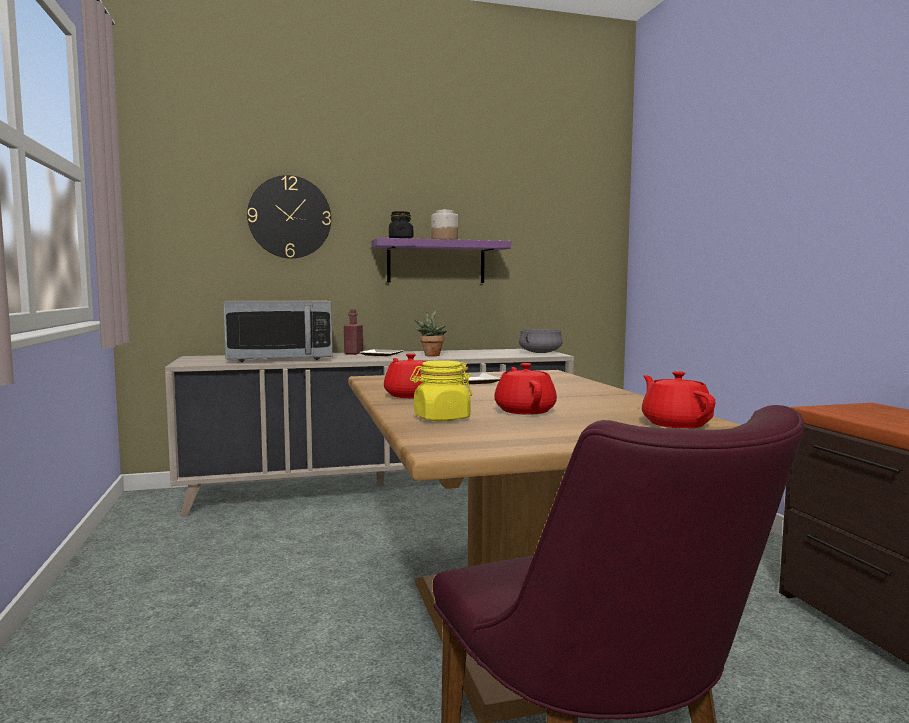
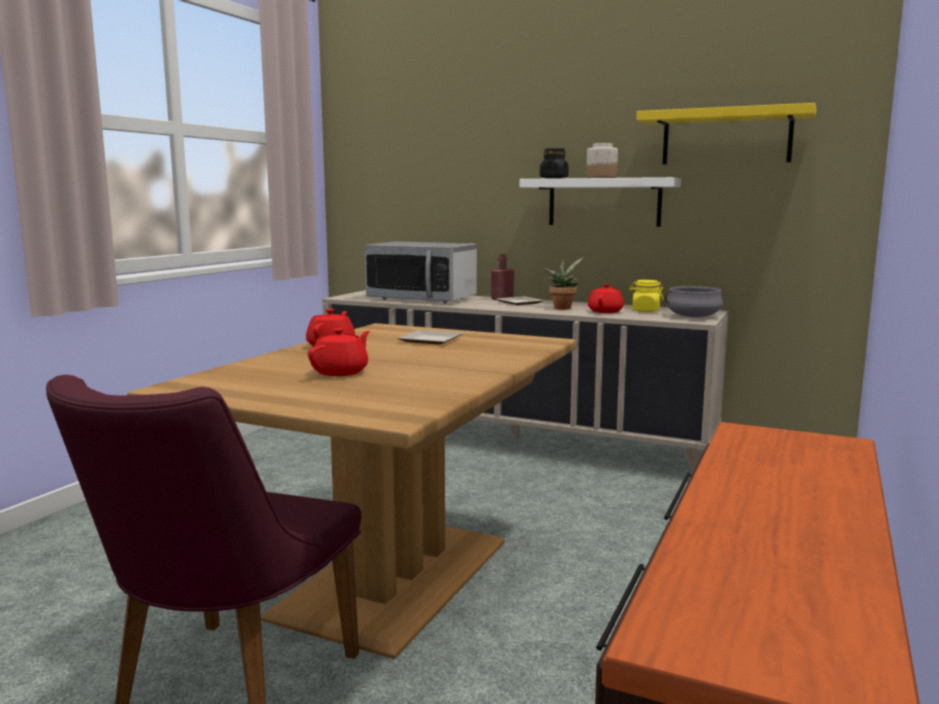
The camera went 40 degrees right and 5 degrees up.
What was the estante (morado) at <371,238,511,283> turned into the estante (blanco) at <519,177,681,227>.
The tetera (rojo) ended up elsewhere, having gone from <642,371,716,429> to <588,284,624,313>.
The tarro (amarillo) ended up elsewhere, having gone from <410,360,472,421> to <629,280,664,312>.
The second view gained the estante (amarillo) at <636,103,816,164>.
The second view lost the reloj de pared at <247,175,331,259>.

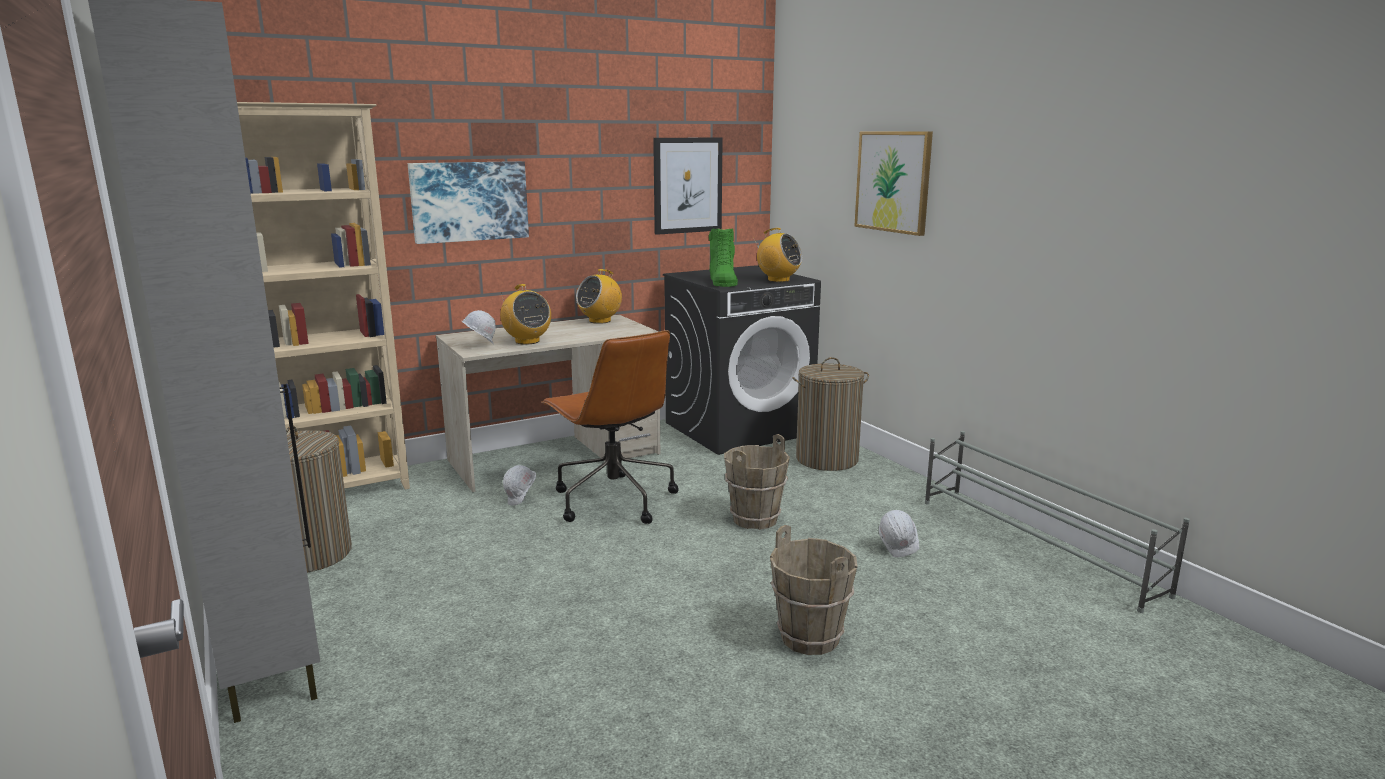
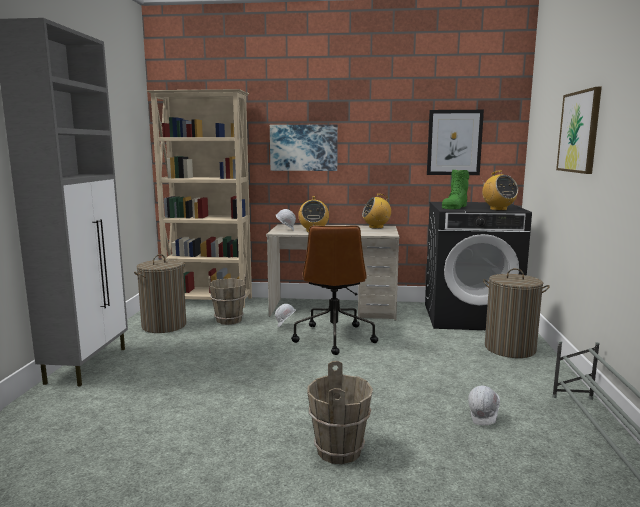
The camera went 35 degrees right and 5 degrees down.
The cubo (marrón) ended up elsewhere, having gone from <724,434,790,530> to <208,274,246,325>.

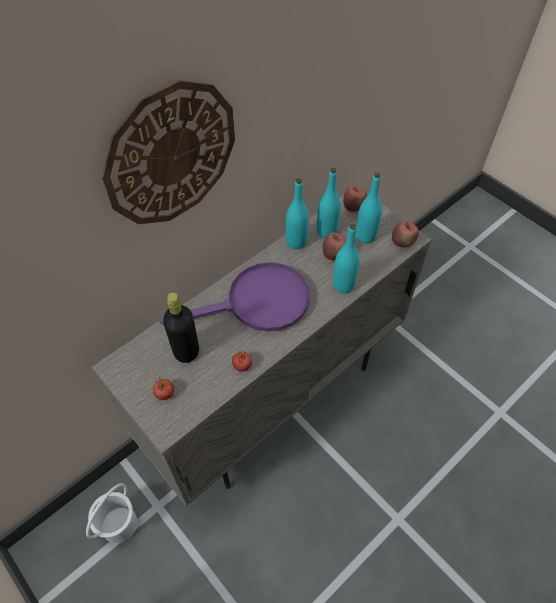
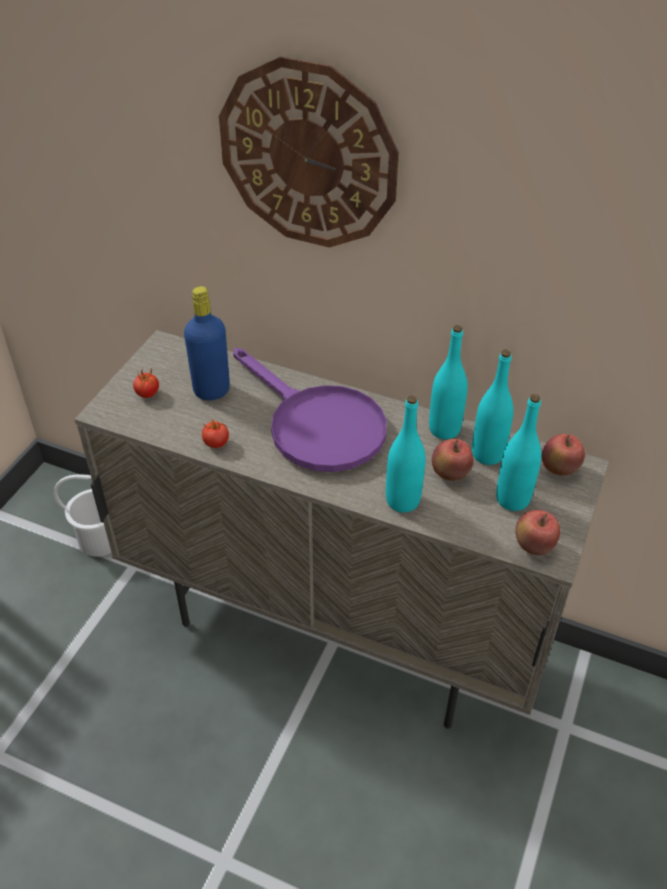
The camera went 65 degrees right and 10 degrees down.
What was the botella (negro) at <163,292,199,363> turned into the botella (azul) at <184,286,230,400>.

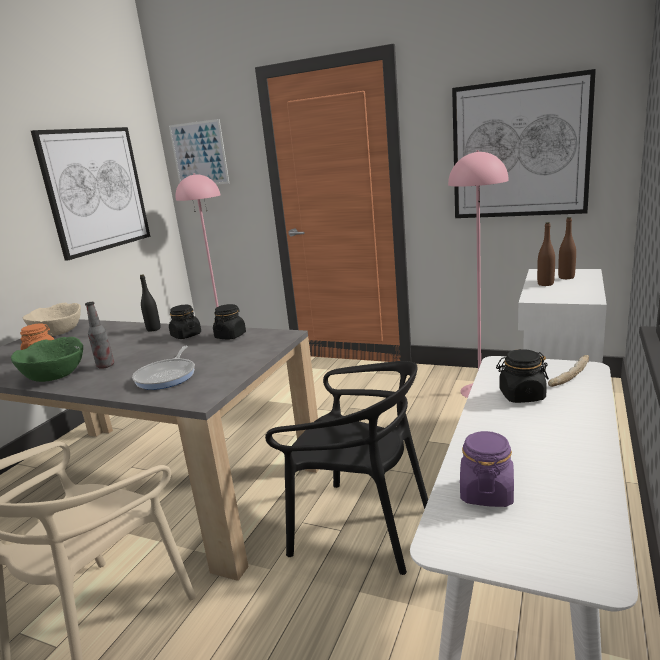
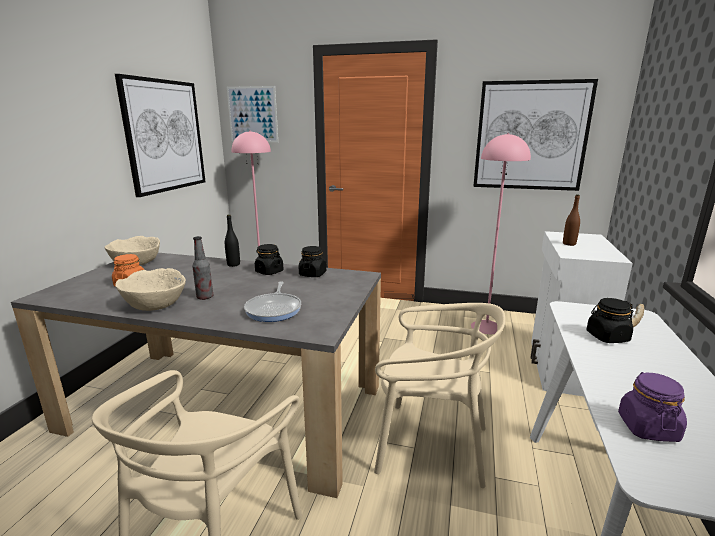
The camera went 10 degrees left and 0 degrees up.
What was the cuenco (verde) at <11,337,83,382> turned into the cuenco (beis) at <115,268,186,311>.
What was the silla (negro) at <265,361,428,575> turned into the silla (beis) at <374,303,505,488>.
The second view lost the botella (marrón) at <558,217,576,279>.

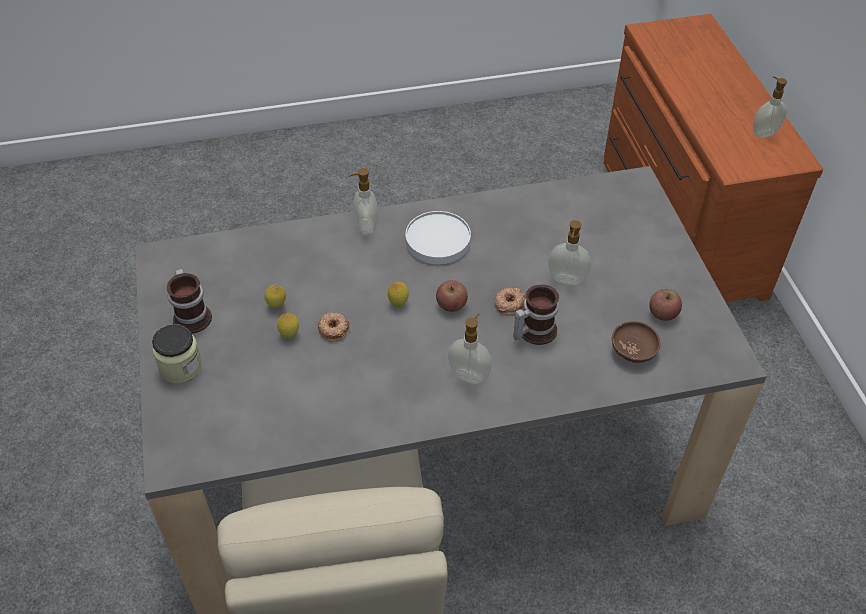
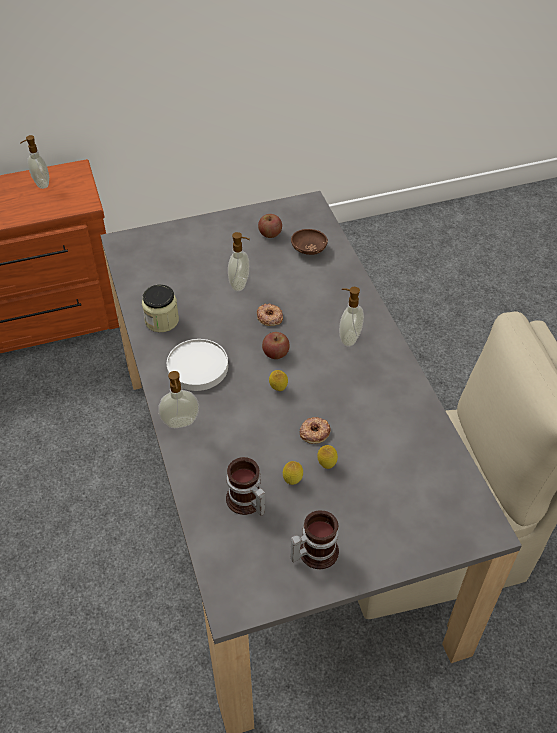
The camera went 95 degrees left and 0 degrees up.
The tarro ended up elsewhere, having gone from <152,324,202,383> to <142,284,179,332>.
The taza grande ended up elsewhere, having gone from <513,284,559,345> to <226,457,265,516>.

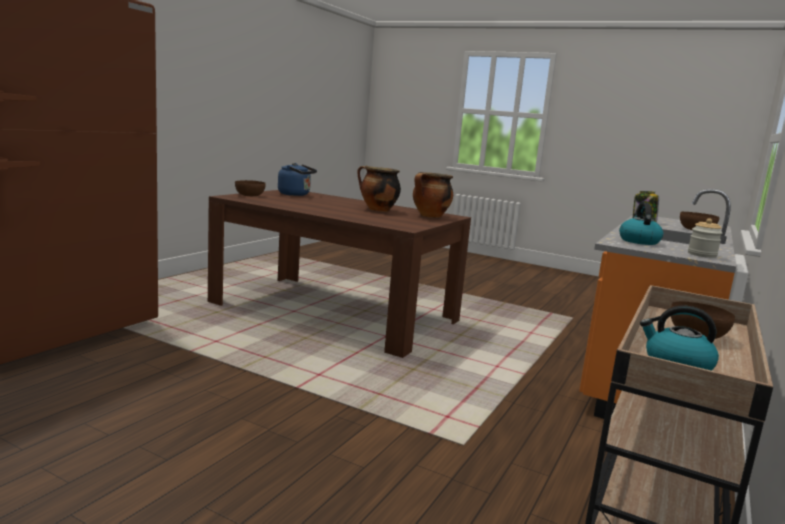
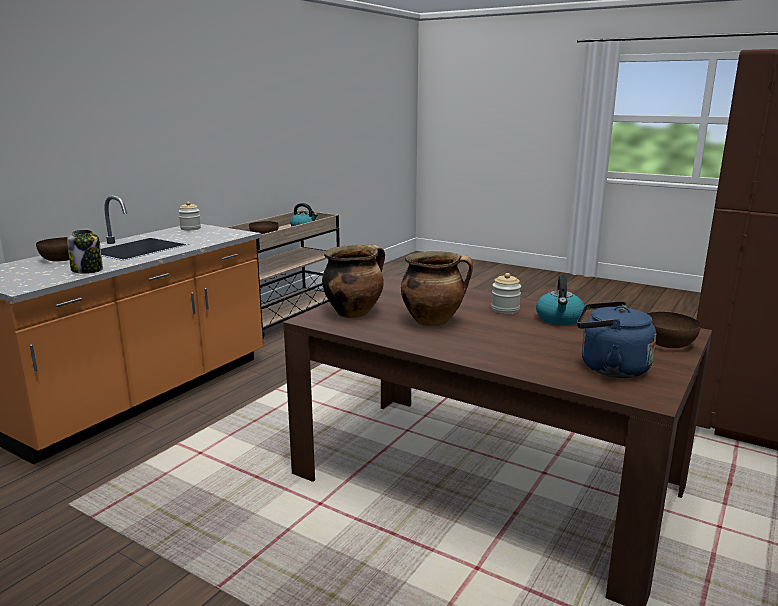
The camera went 175 degrees left and 5 degrees up.
The second view gained the tarro at <491,273,521,314>.
The hervidor ended up elsewhere, having gone from <619,203,663,245> to <536,275,585,325>.

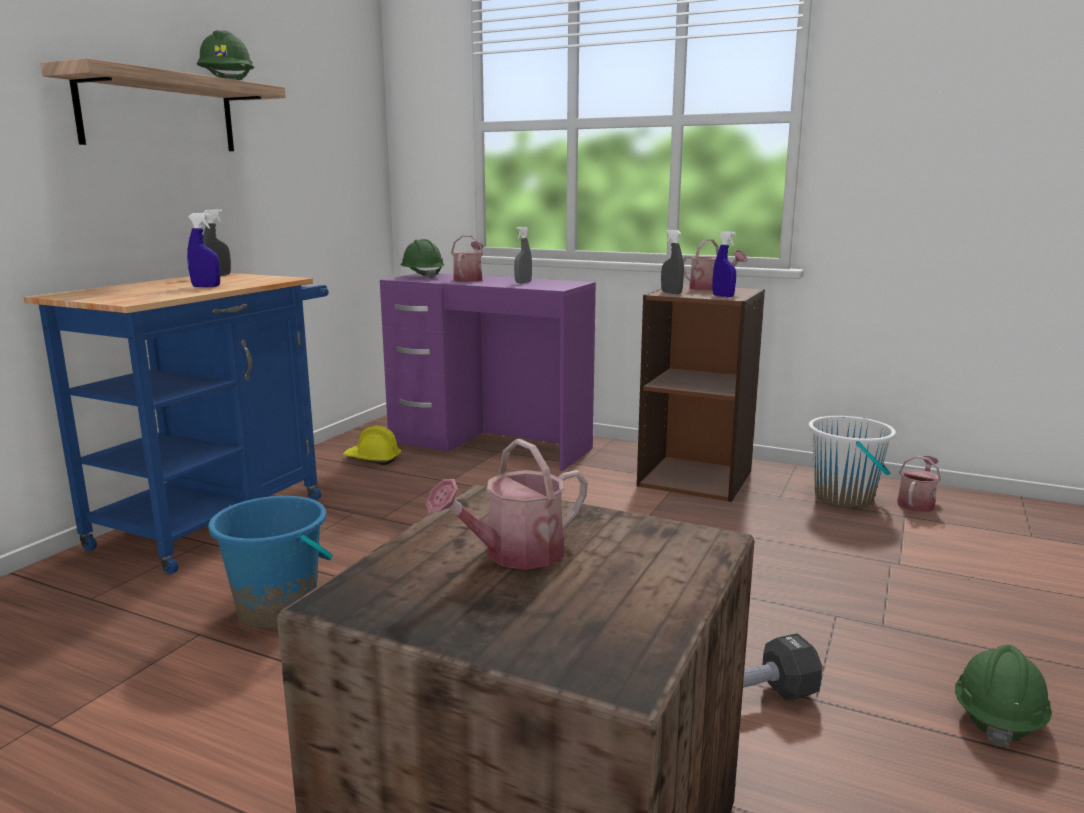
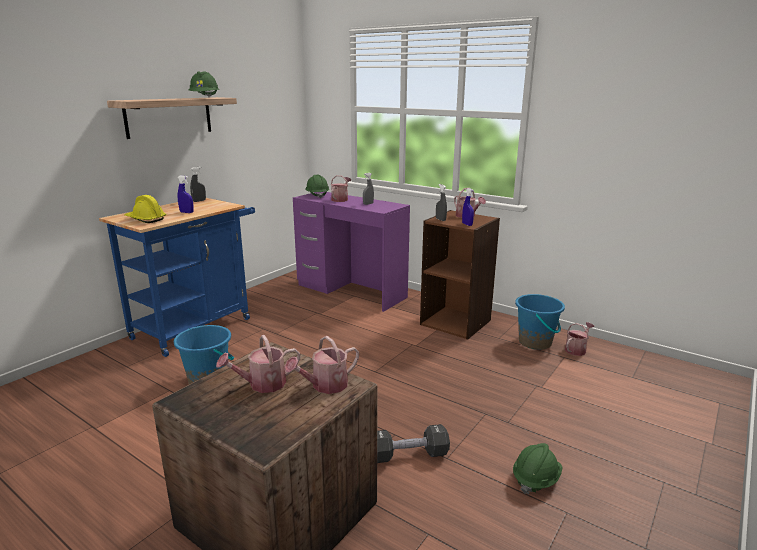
The camera went 10 degrees right and 5 degrees up.
The casco (amarillo) ended up elsewhere, having gone from <343,426,402,465> to <125,195,166,223>.
The second view gained the regadera at <284,336,359,394>.
What was the cubo (blanco) at <808,416,896,508> turned into the cubo (azul) at <515,294,565,350>.

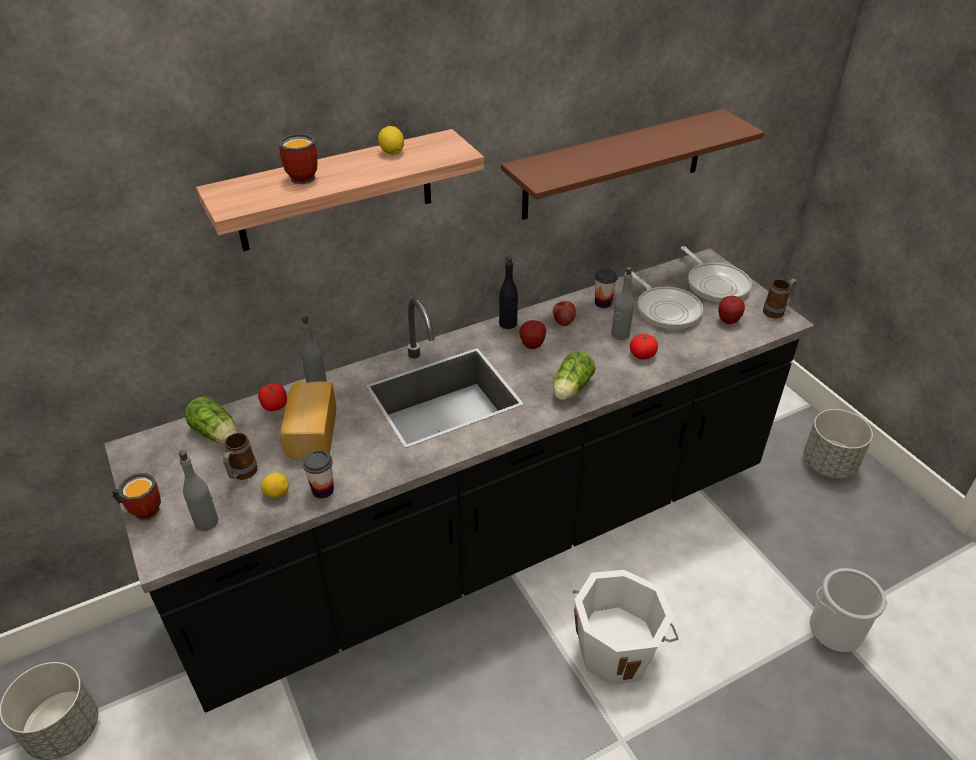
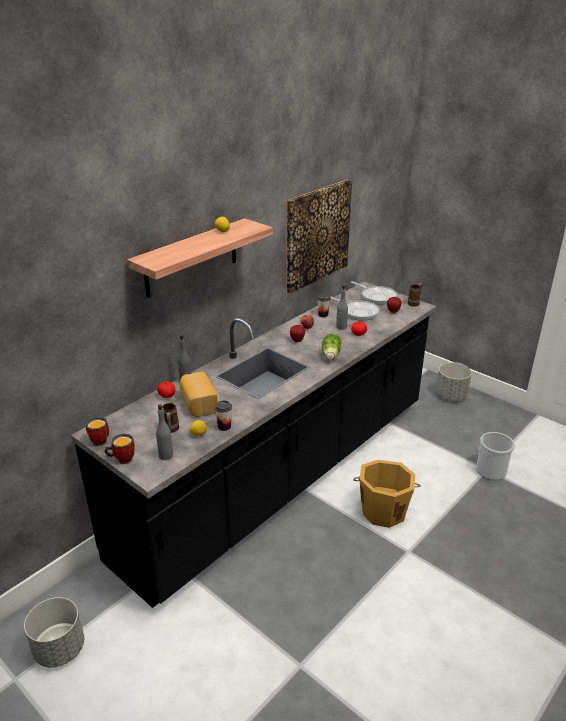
The camera went 20 degrees left and 10 degrees down.
The taza grande ended up elsewhere, having gone from <279,133,318,184> to <85,417,109,446>.
Where the estante (marrón) hung at <501,109,765,220>, the cuadro came to hang at <286,179,352,294>.
What was the cubo (blanco) at <573,570,678,685> turned into the cubo (naranja) at <353,460,421,528>.
The second view lost the lechuga at <185,397,237,444>.
The second view lost the botella (negro) at <499,256,518,329>.

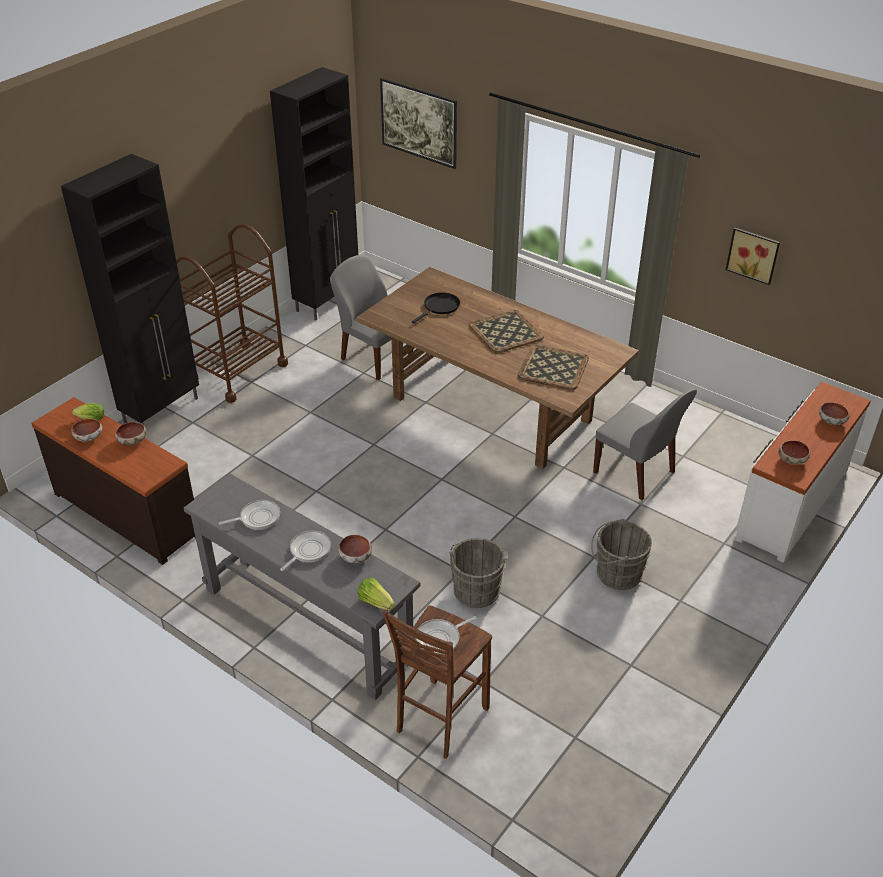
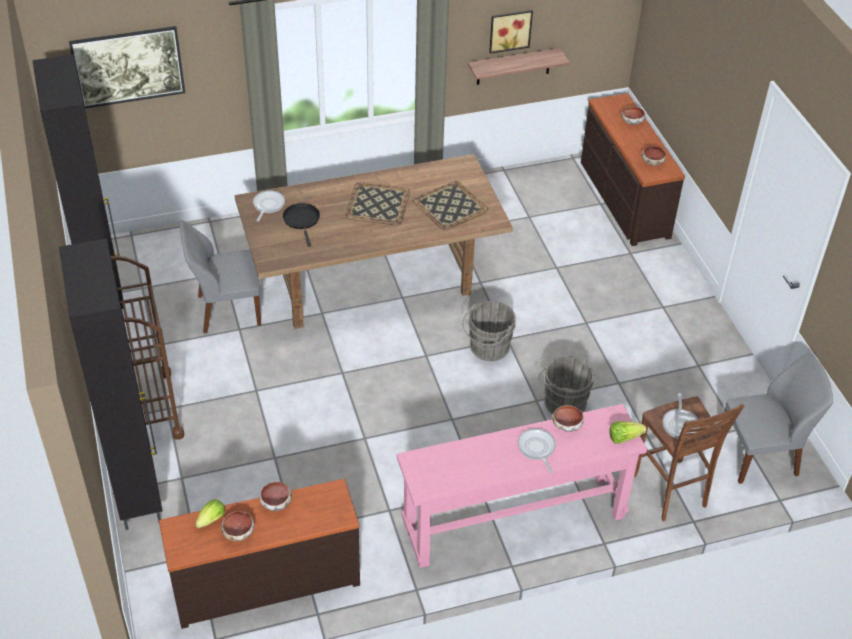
The camera went 55 degrees left and 5 degrees up.
The sartén ended up elsewhere, having gone from <219,500,280,530> to <253,190,285,222>.
What was the mesa consola (gris) at <184,473,420,700> turned into the mesa consola (rosa) at <396,404,647,568>.
The cubo (gris) ended up elsewhere, having gone from <591,519,652,590> to <462,301,516,361>.
The second view gained the estante at <468,48,570,85>.
What was the cómoda (blanco) at <735,382,871,563> turned into the cómoda (marrón) at <581,93,685,246>.
The silla (gris) ended up elsewhere, having gone from <593,389,697,500> to <720,353,833,484>.

